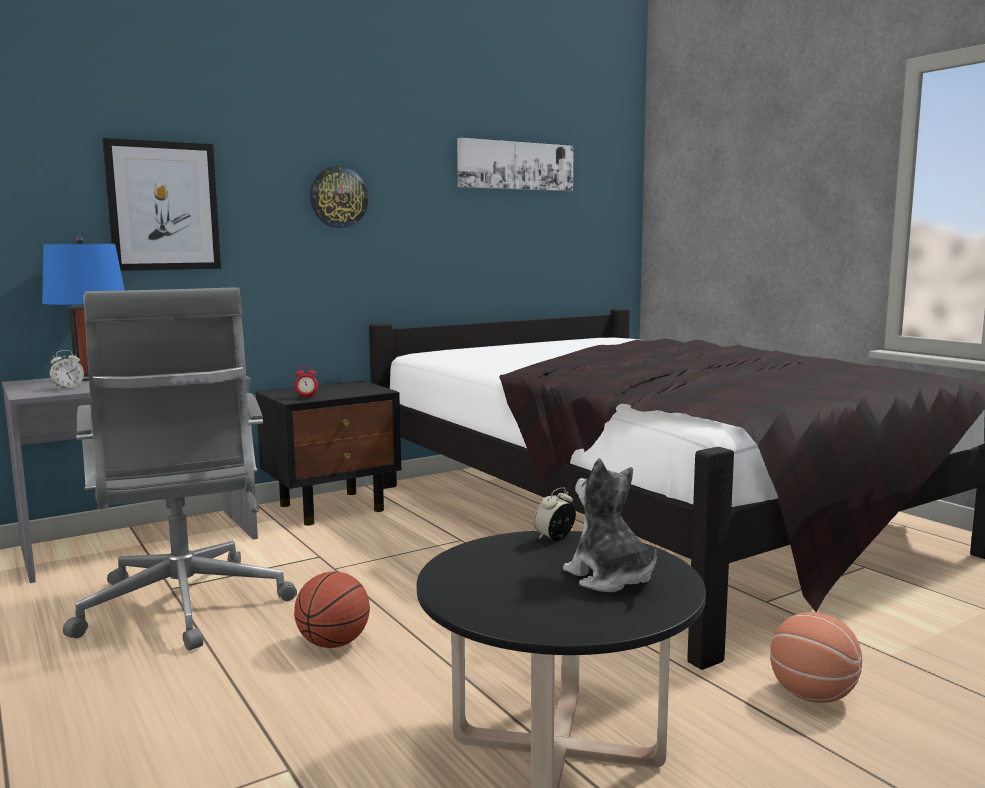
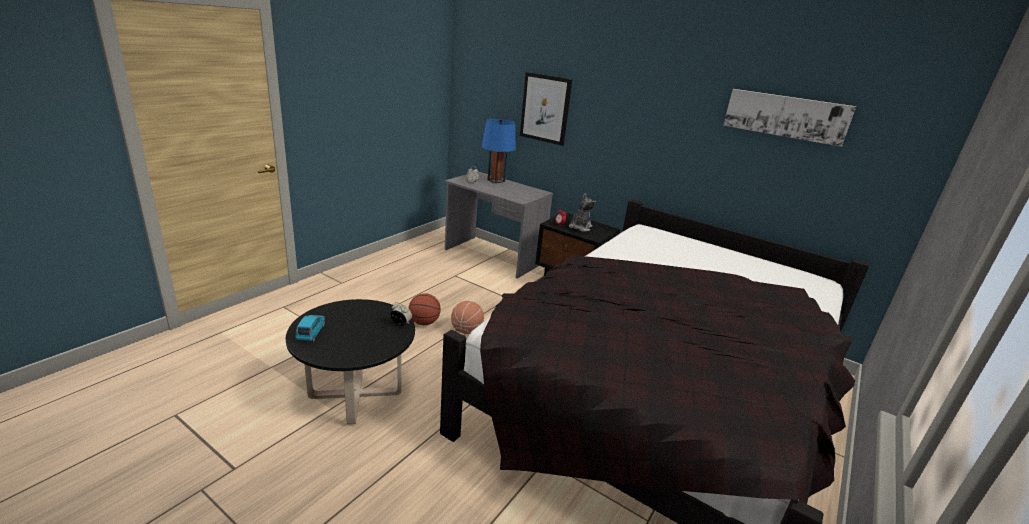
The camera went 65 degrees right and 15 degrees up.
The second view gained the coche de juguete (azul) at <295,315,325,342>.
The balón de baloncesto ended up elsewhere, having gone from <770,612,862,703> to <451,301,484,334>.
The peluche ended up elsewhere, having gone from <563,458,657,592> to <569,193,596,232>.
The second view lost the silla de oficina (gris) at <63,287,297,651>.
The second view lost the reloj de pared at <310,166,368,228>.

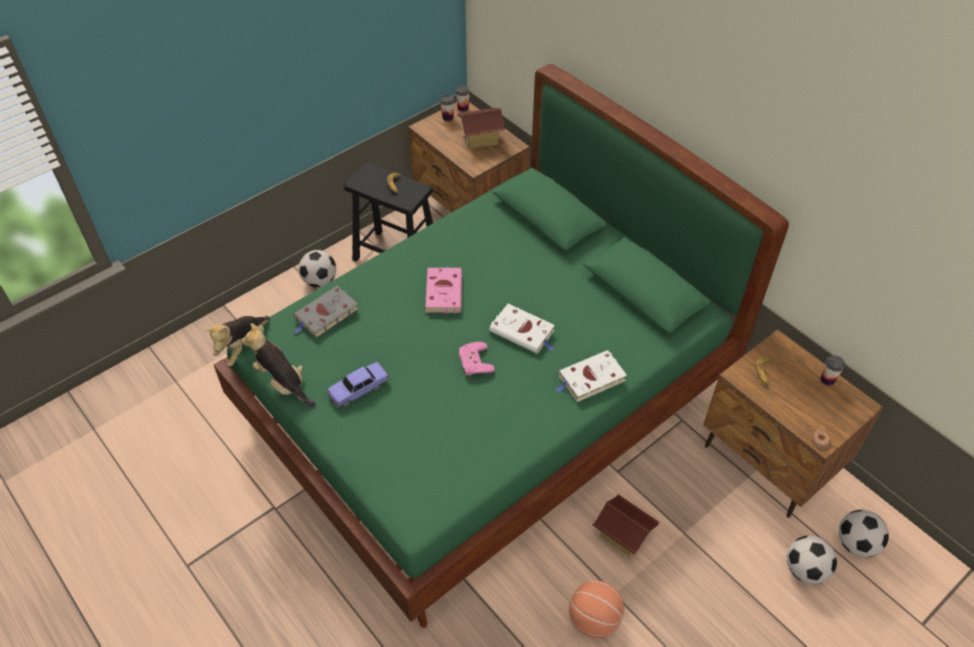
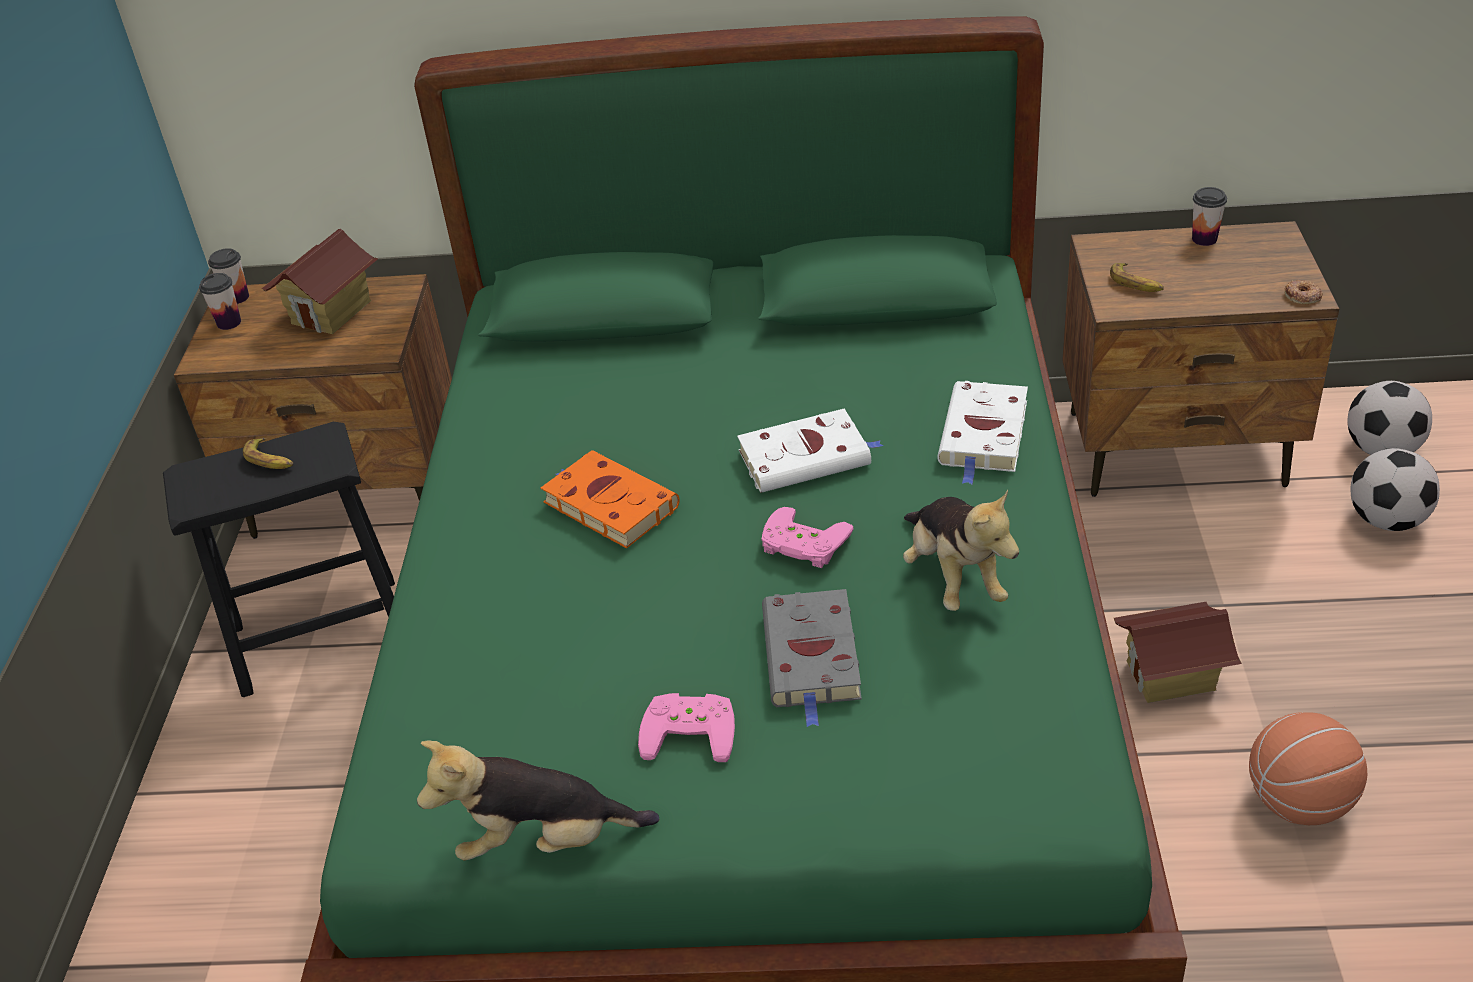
The camera went 45 degrees left and 10 degrees down.
What was the libro (rosa) at <426,266,462,313> turned into the libro (naranja) at <541,450,680,549>.
Where the coche de juguete stood at <327,362,390,407>, the mando de consola (rosa) came to stand at <638,693,735,762>.
The libro (gris) ended up elsewhere, having gone from <294,286,359,338> to <762,589,862,727>.
The peluche ended up elsewhere, having gone from <205,316,270,366> to <903,490,1019,611>.
The second view lost the balón de fútbol at <299,250,336,287>.

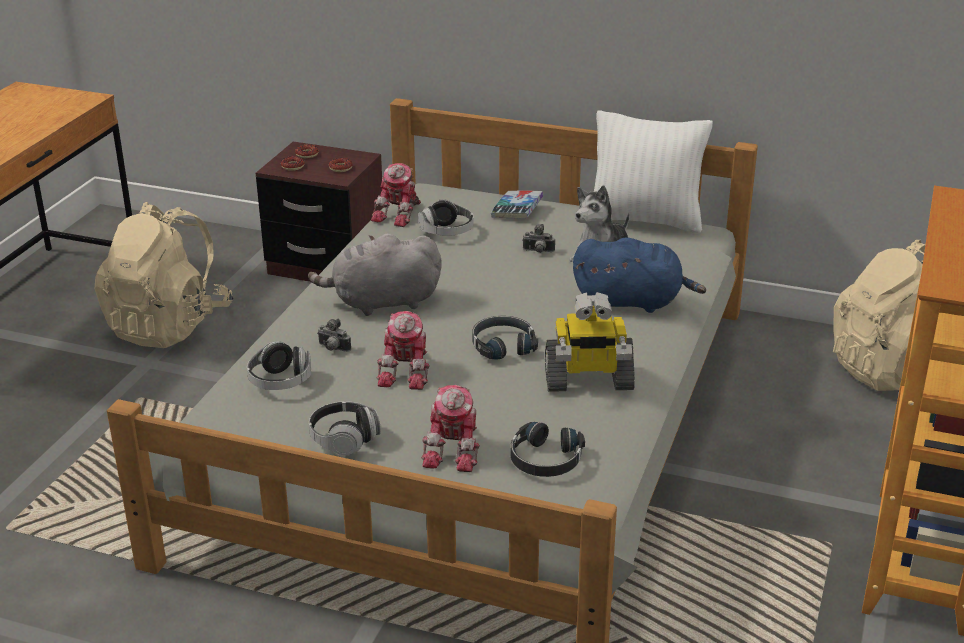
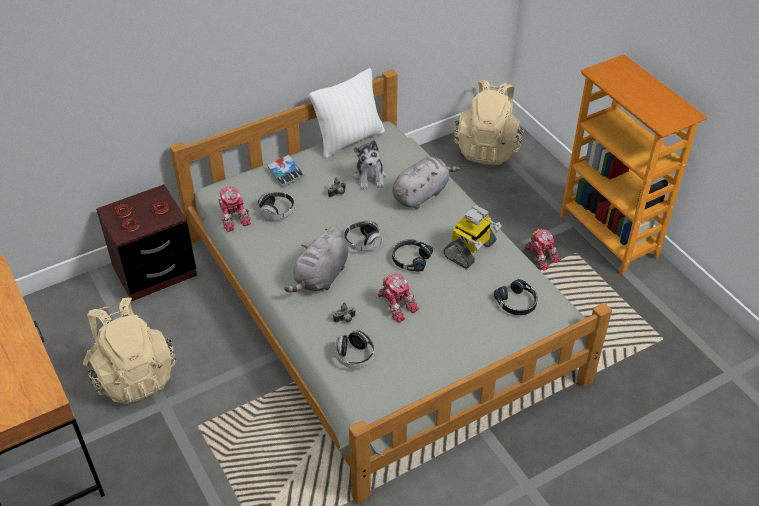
The camera went 50 degrees left and 15 degrees up.
The auriculares ended up elsewhere, having gone from <309,401,381,455> to <344,220,382,251>.
What was the peluche (azul) at <573,238,706,313> turned into the peluche (gris) at <392,156,461,209>.
The robot de juguete ended up elsewhere, having gone from <421,385,480,472> to <525,229,561,271>.

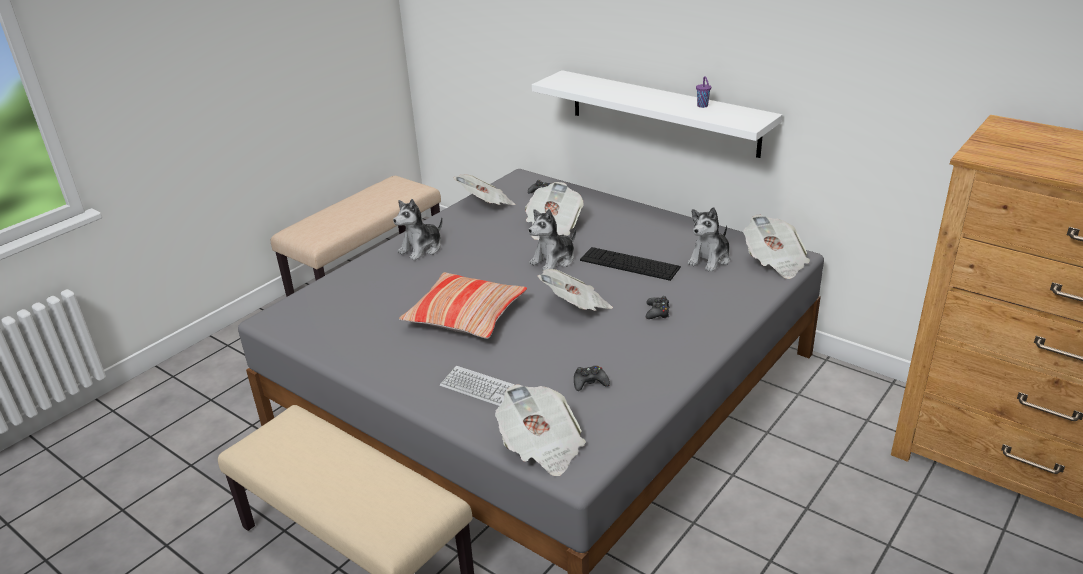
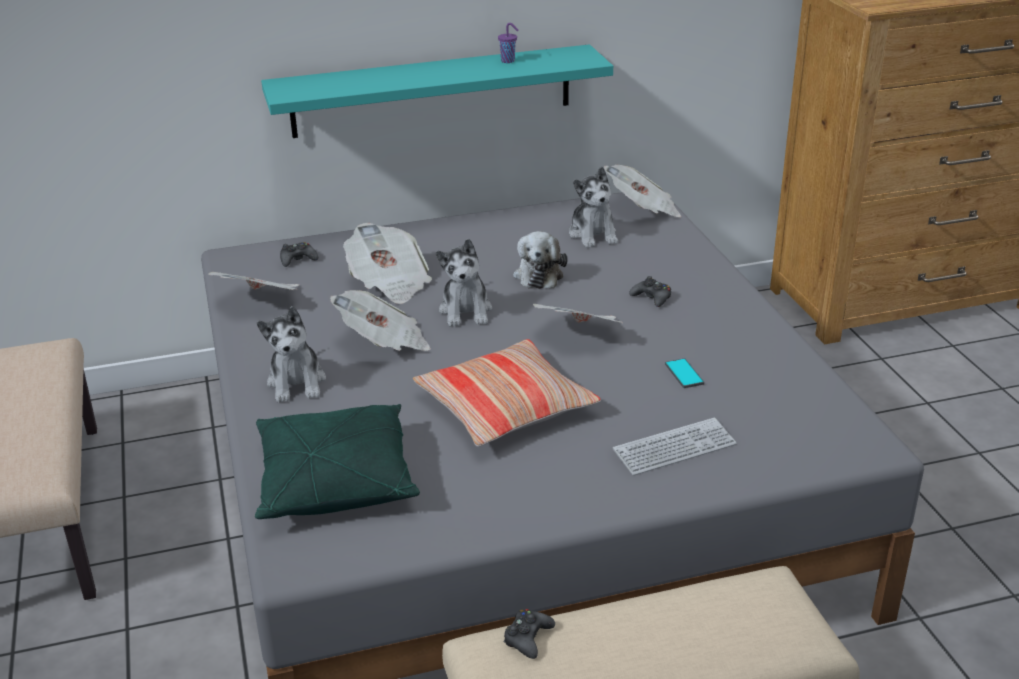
The camera went 55 degrees left and 0 degrees up.
The second view gained the cojín (verde) at <255,404,420,519>.
What was the estante (blanco) at <532,70,782,158> turned into the estante (turquesa) at <261,44,613,138>.
The periódico ended up elsewhere, having gone from <495,384,586,476> to <330,290,431,351>.
The mando de consola (negro) ended up elsewhere, having gone from <574,366,610,391> to <504,609,555,659>.
Where the teclado stood at <580,247,681,281>, the peluche came to stand at <513,231,568,289>.
The second view gained the móvil at <665,358,704,388>.

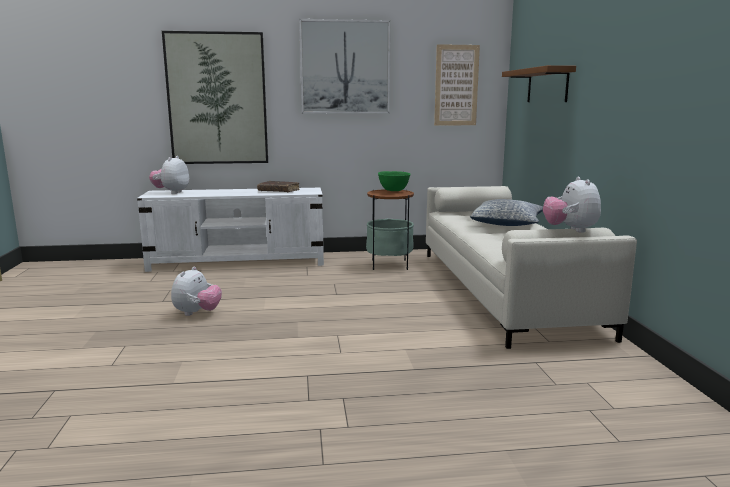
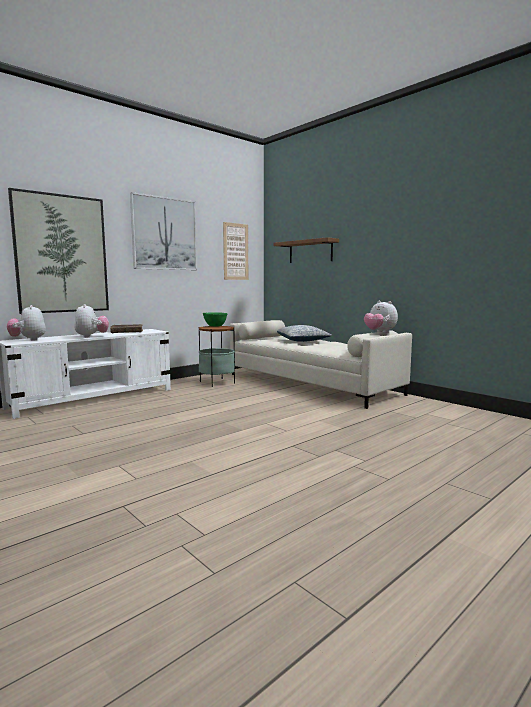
The camera went 35 degrees left and 5 degrees down.
The peluche ended up elsewhere, having gone from <171,266,222,316> to <74,304,109,338>.

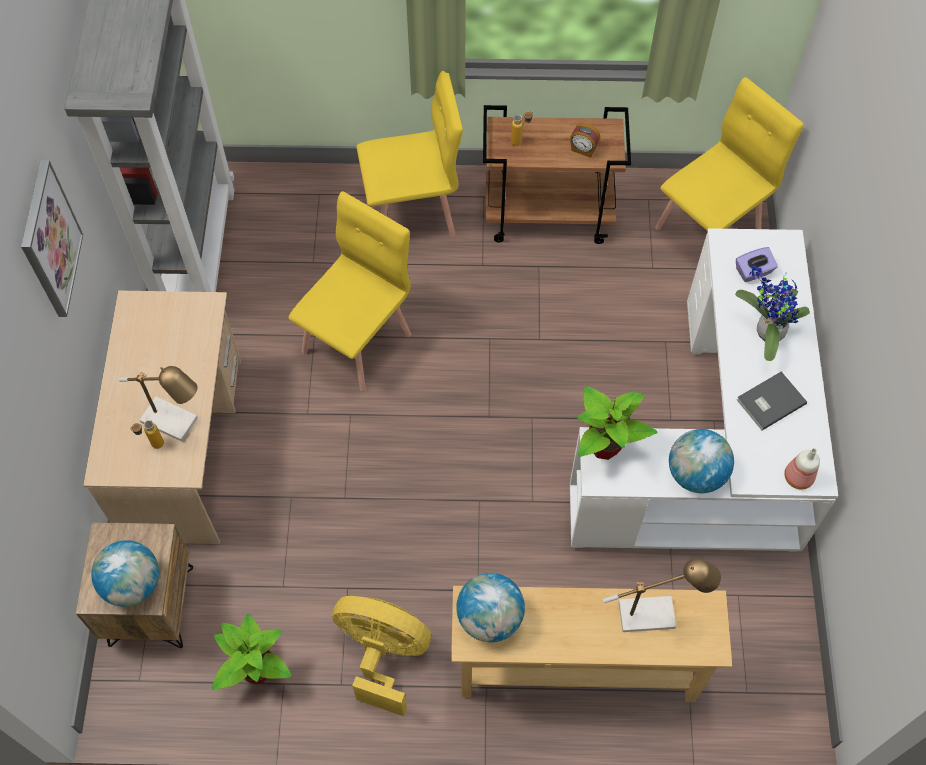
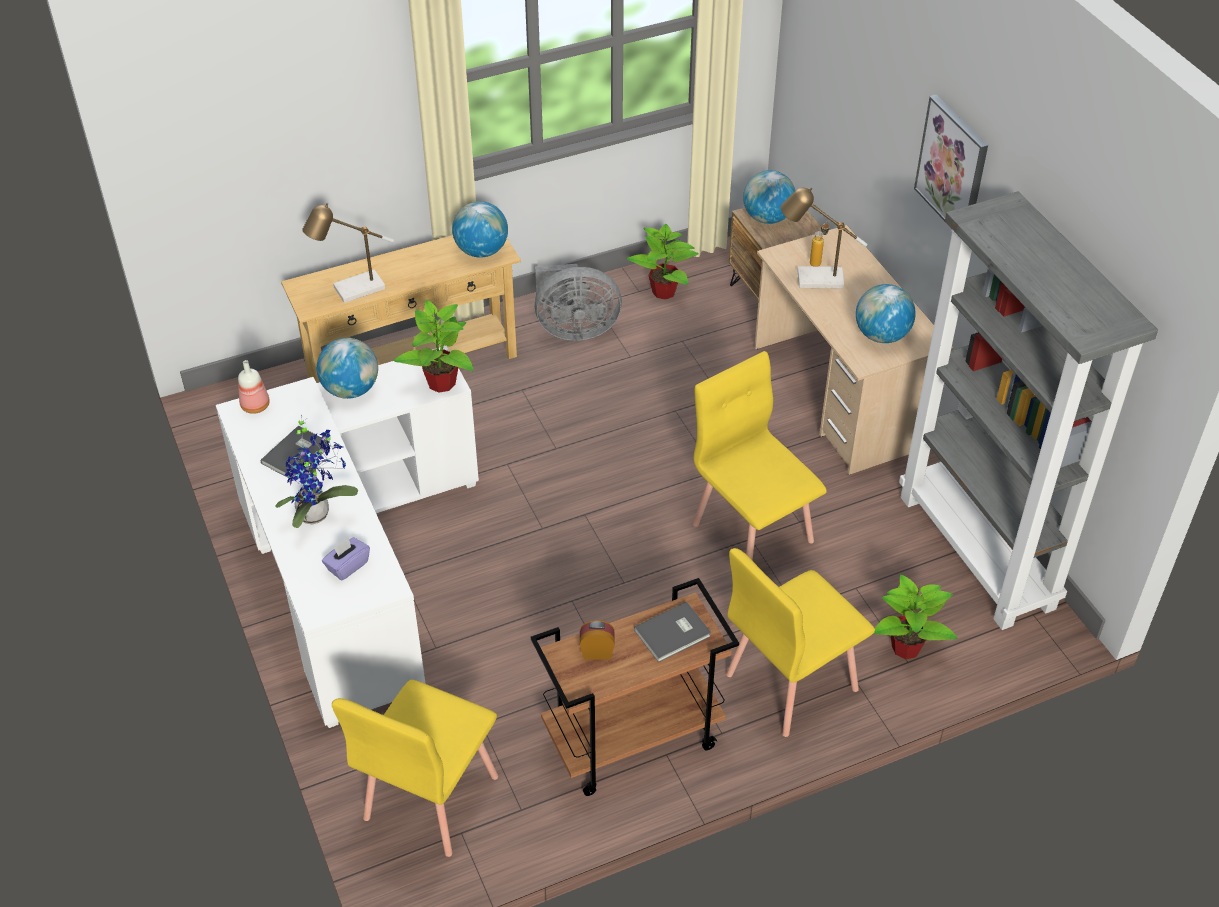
The camera went 155 degrees right and 15 degrees down.
What was the ventilador (amarillo) at <333,596,431,716> turned into the ventilador (gris) at <535,264,622,341>.
Where the botella stood at <511,111,533,146>, the libro (gris) came to stand at <634,601,711,662>.
The silla (amarillo) at <289,191,411,391> ended up facing another way, 135 degrees clockwise from before.
The second view gained the globo terráqueo at <856,284,916,343>.
The second view gained the planta en maceta at <873,575,957,659>.

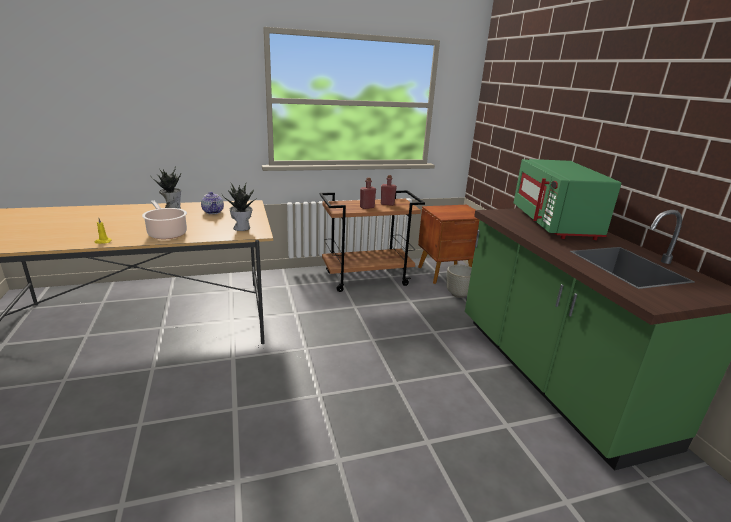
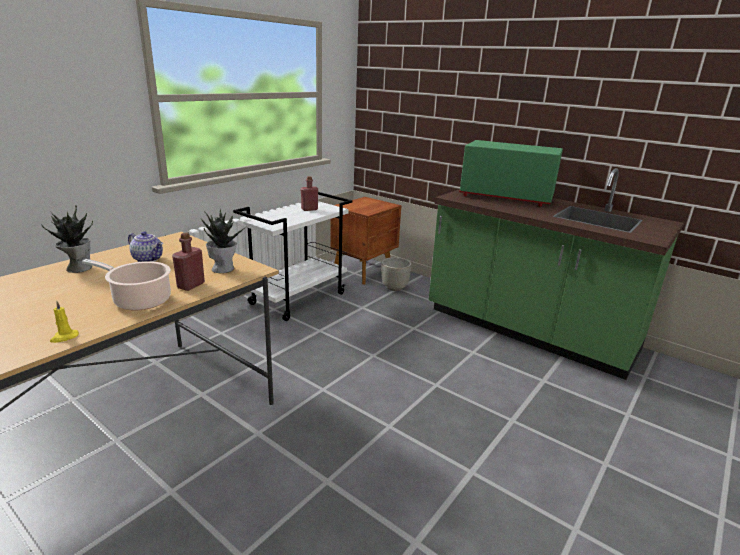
The camera went 35 degrees left and 0 degrees up.
The botella (rojo) ended up elsewhere, having gone from <360,177,376,209> to <172,233,205,291>.
What was the carrito (marrón) at <320,190,425,292> turned into the carrito (blanco) at <233,192,353,321>.
The microondas (verde) at <513,159,621,240> ended up facing another way, 150 degrees clockwise from before.

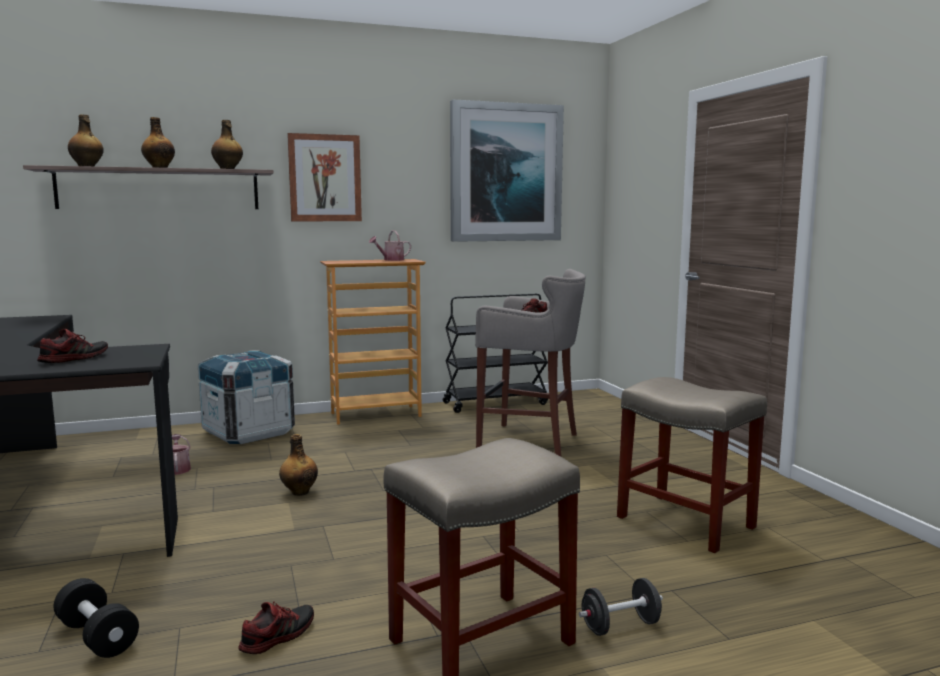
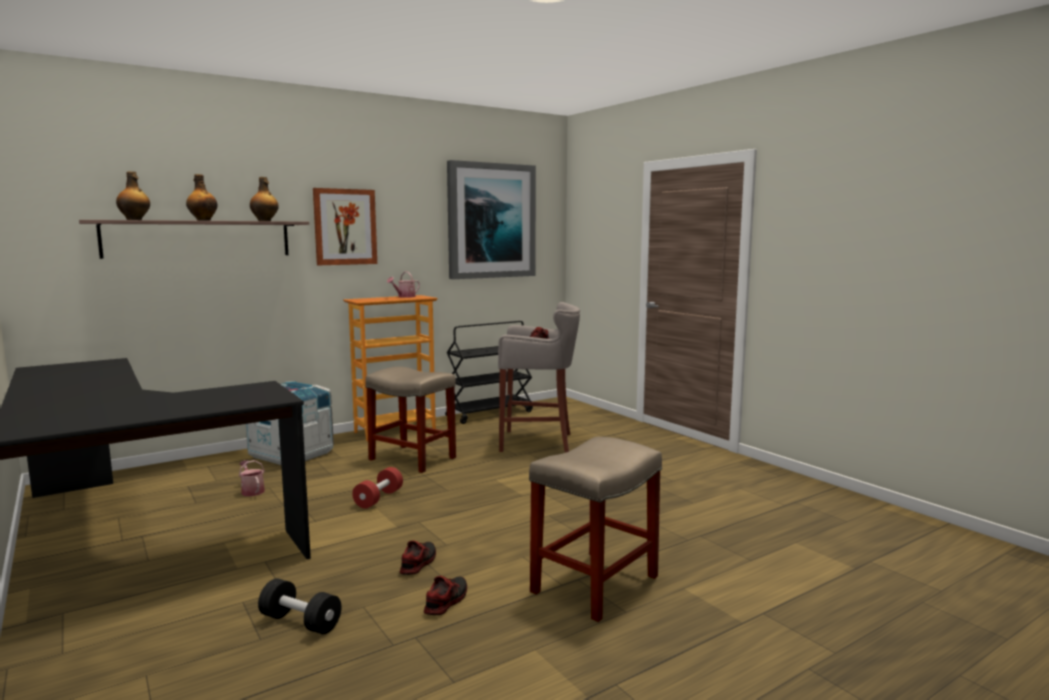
The camera went 15 degrees left and 0 degrees up.
Where the botella stood at <279,434,318,496>, the mancuerna (rojo) came to stand at <352,467,403,509>.
The taburete (beis) ended up elsewhere, having gone from <617,377,767,553> to <365,367,456,473>.
The zapato ended up elsewhere, having gone from <37,329,108,363> to <400,540,436,575>.
The second view lost the mancuerna (negro) at <579,578,663,636>.

